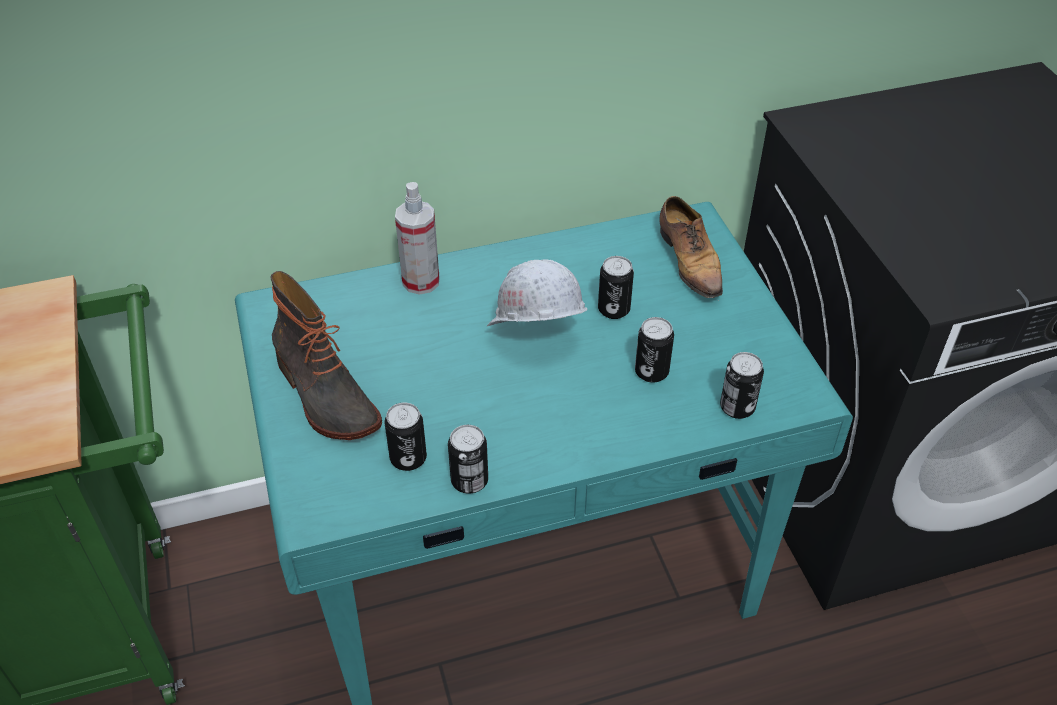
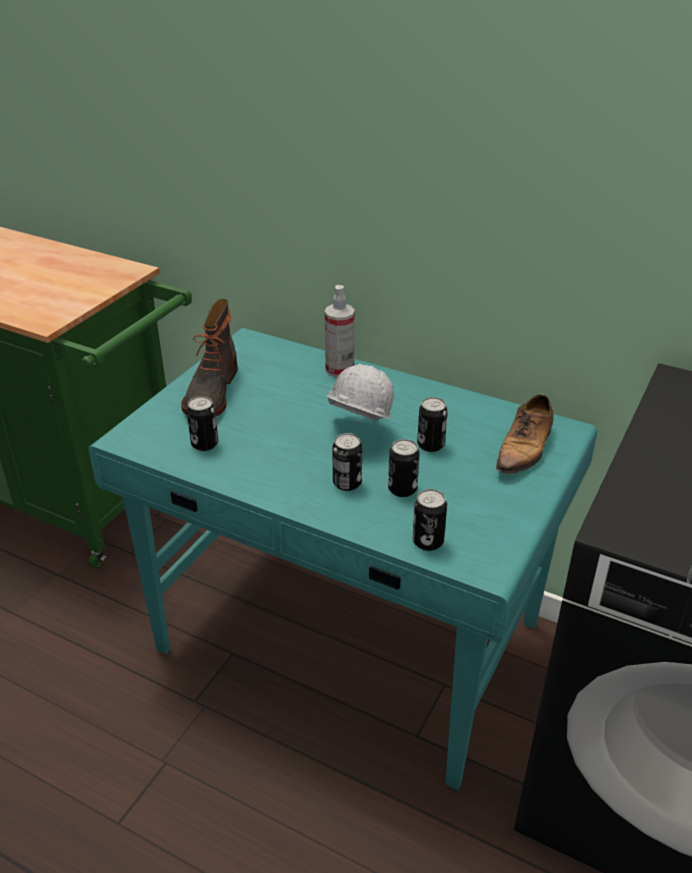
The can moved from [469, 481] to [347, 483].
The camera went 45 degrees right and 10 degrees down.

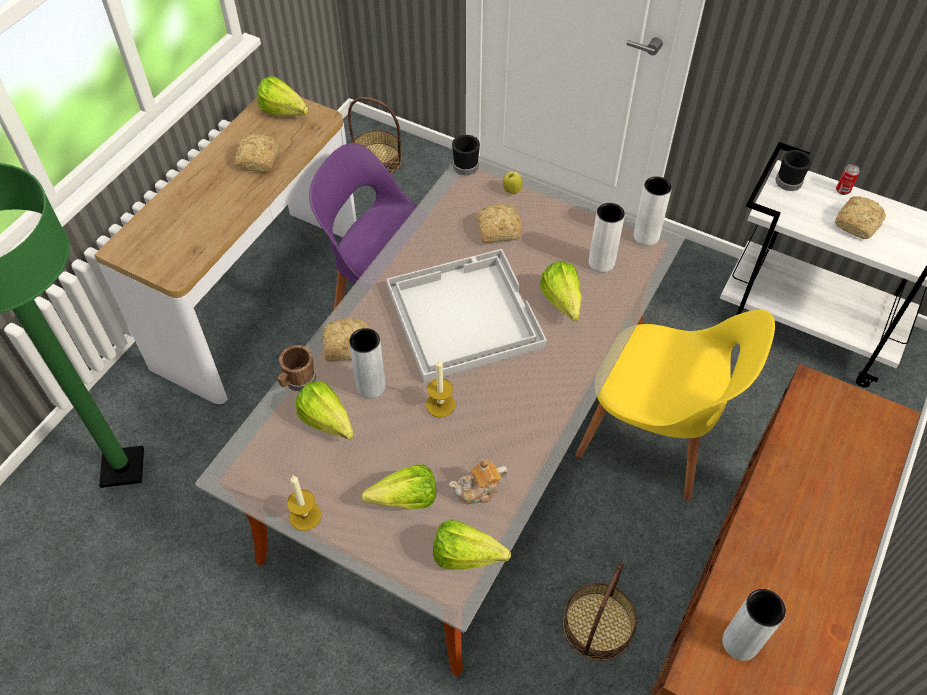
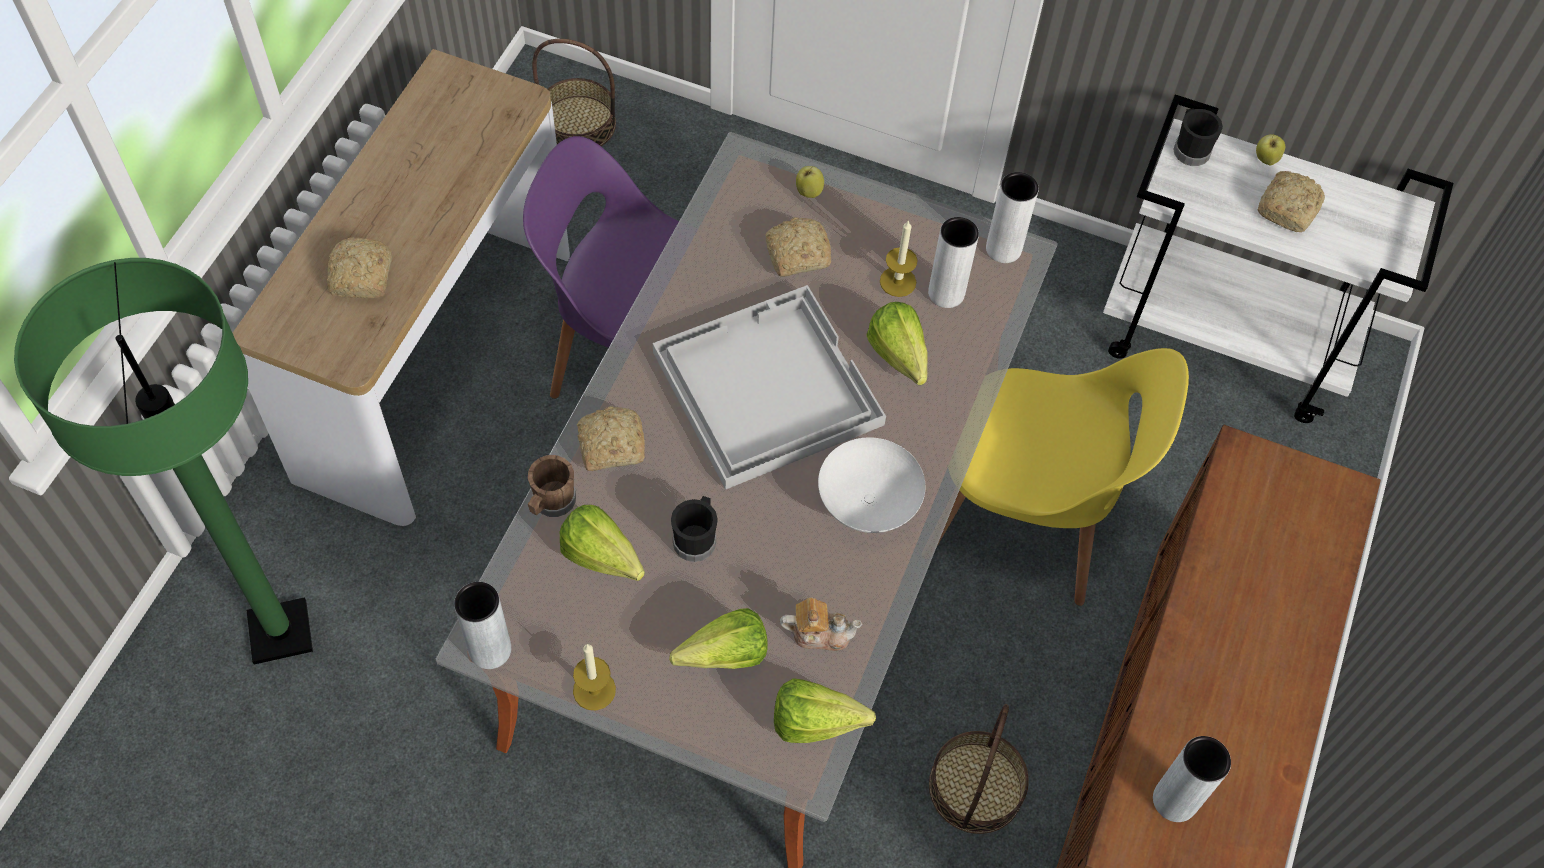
The lettuce at [286, 114] disappeared.
The bread moved from [258, 161] to [360, 278].
The black mug moved from [467, 164] to [696, 538].
The can at [842, 190] was replaced by the apple at [1265, 160].
The grey vase moved from [371, 386] to [490, 650].
The candle moved from [440, 404] to [898, 281].
The teapot at [478, 490] turned 150 degrees counterclockwise.
The white bowl at [868, 504] appeared.
The camera went 10 degrees left and 5 degrees up.

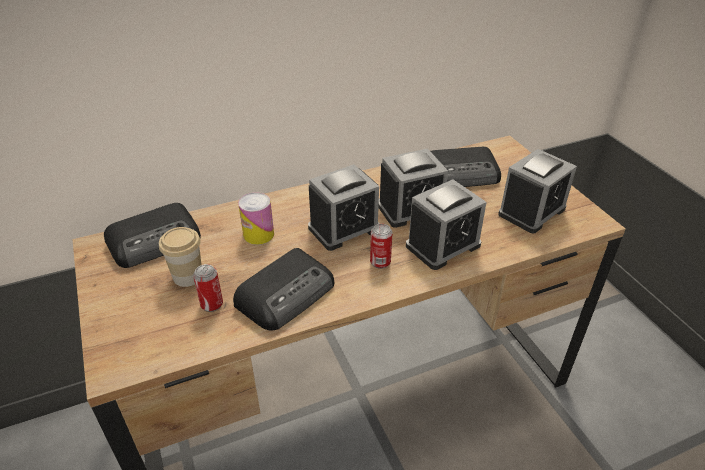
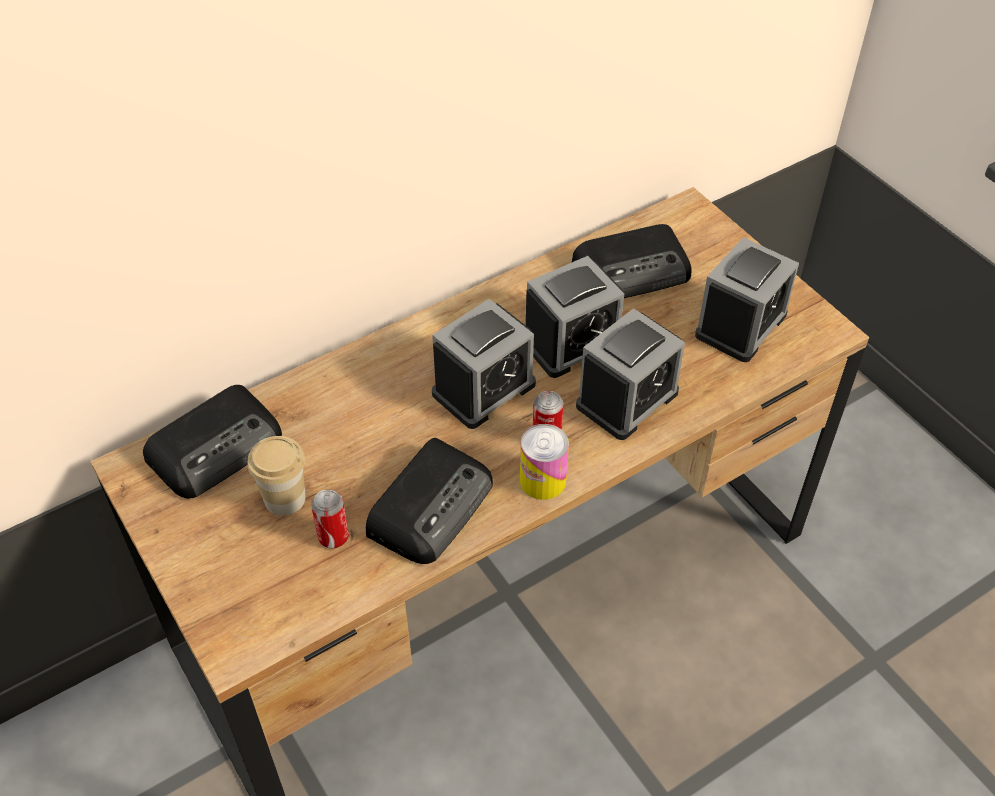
The can moved from [258, 234] to [542, 480].
The camera went 10 degrees left and 10 degrees up.

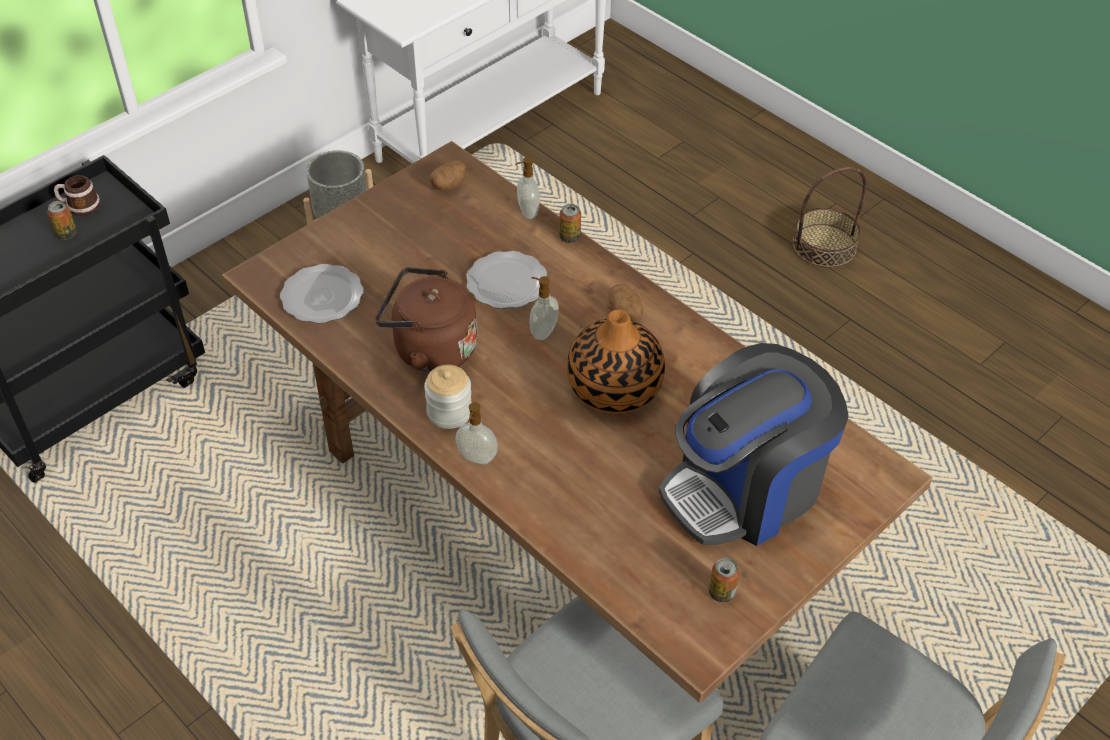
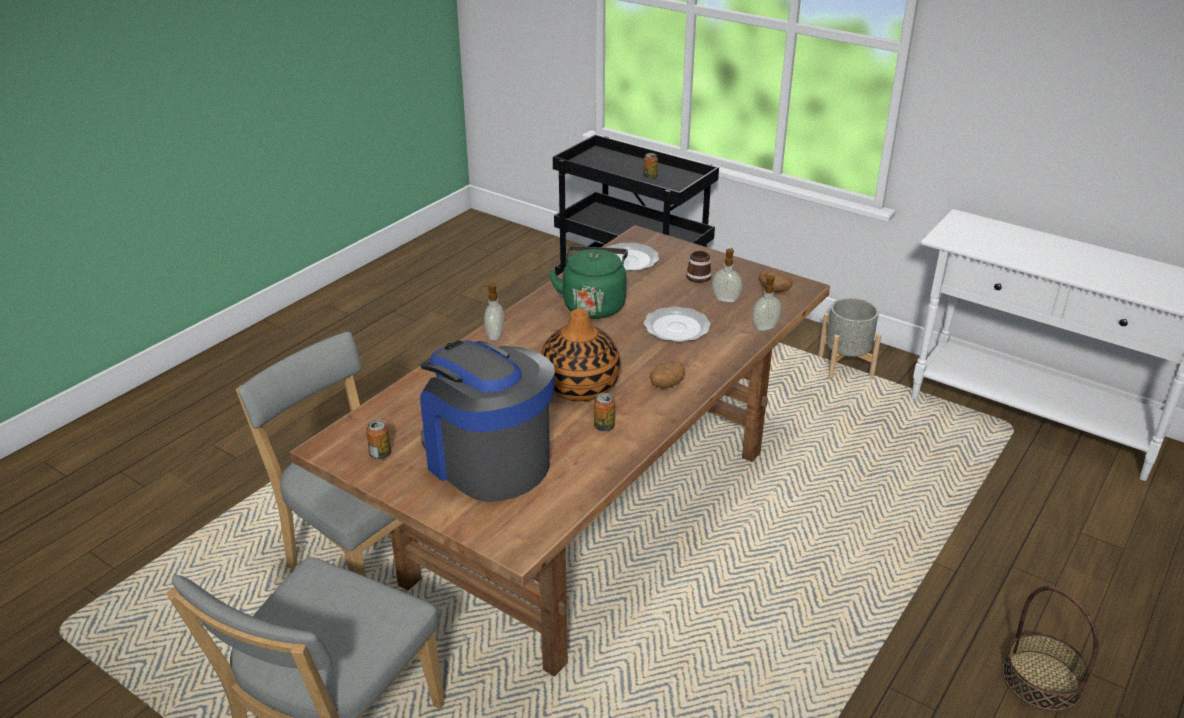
The mug moved from [79, 206] to [697, 275].
The can moved from [569, 237] to [604, 427].
The brown kettle at [430, 349] became the green kettle at [593, 305].
The soap dispenser moved from [543, 331] to [726, 299].
The jar at [449, 412] disappeared.
The camera went 80 degrees right and 15 degrees down.

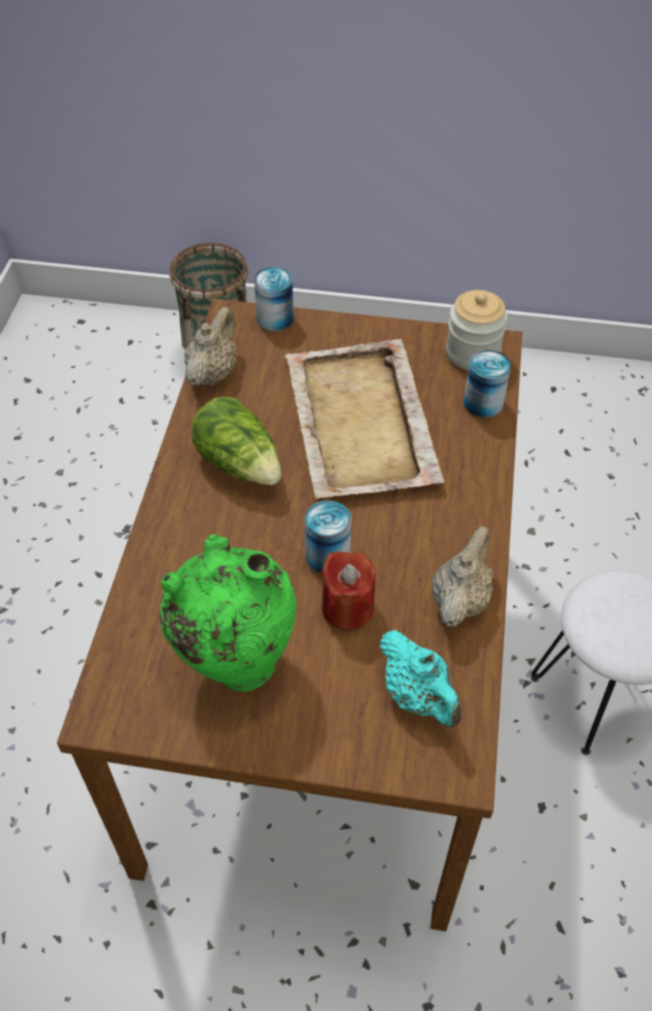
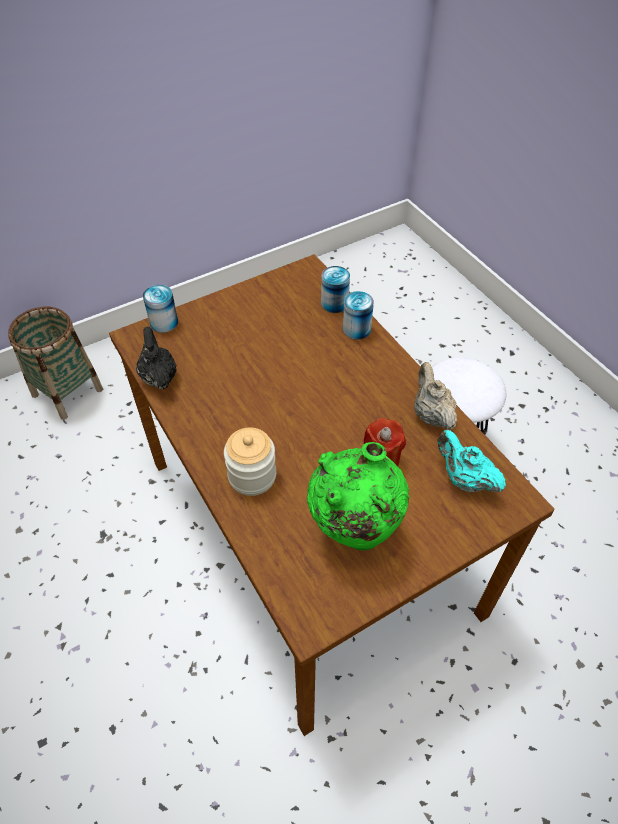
The jar moved from [472, 353] to [252, 476].
The beige teapot at [213, 373] became the black teapot at [159, 377].
The beige tray at [360, 423] disappeared.
The lettuce at [240, 463] disappeared.
The can moved from [327, 555] to [356, 329].
The turquoise teapot at [418, 696] turned 150 degrees counterclockwise.
The camera went 40 degrees left and 0 degrees up.

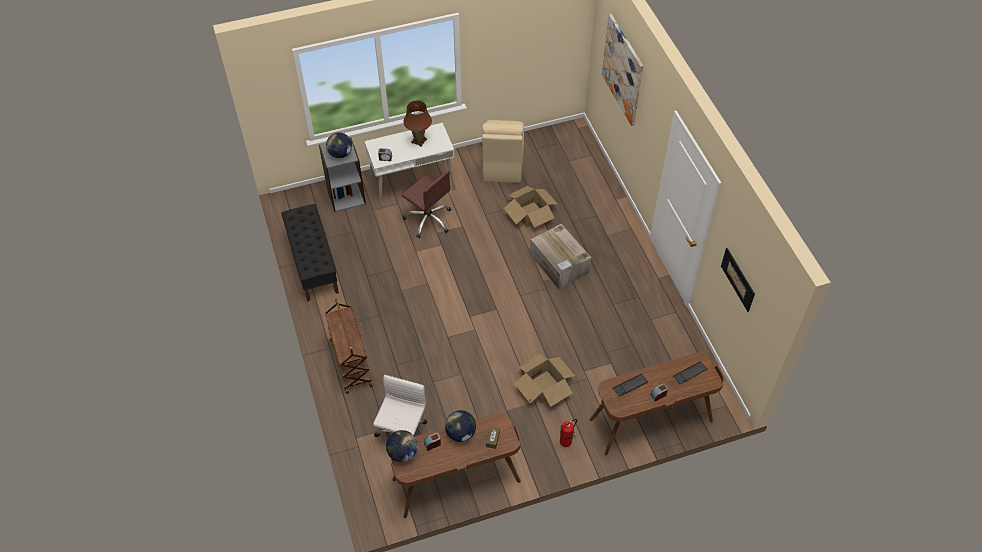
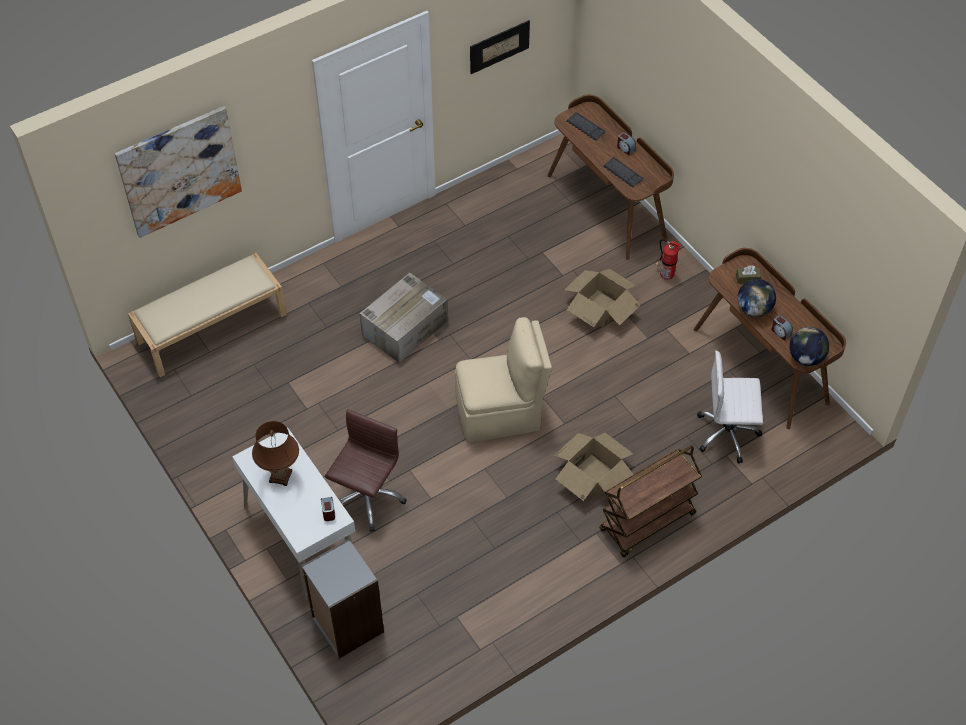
The beige chair moved from [502, 165] to [500, 414].
The globe at [340, 154] disappeared.
The cardboard box moved from [530, 214] to [593, 476].
The black bench at [313, 263] disappeared.
The beige bench at [212, 327] appeared.
The camera went 105 degrees left and 0 degrees up.

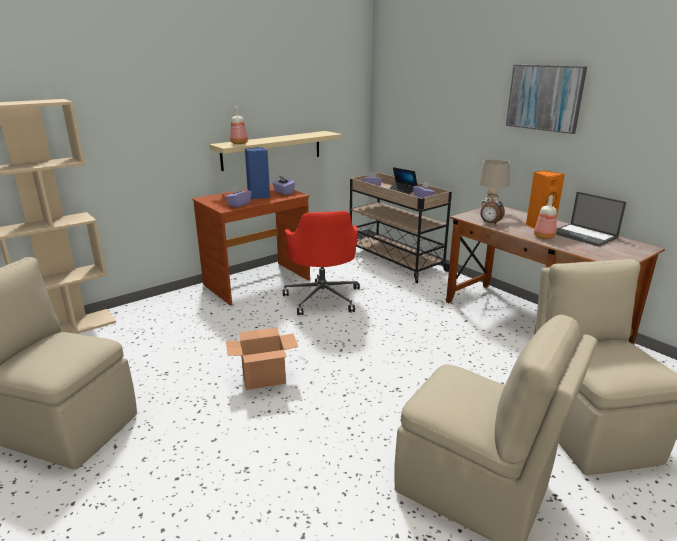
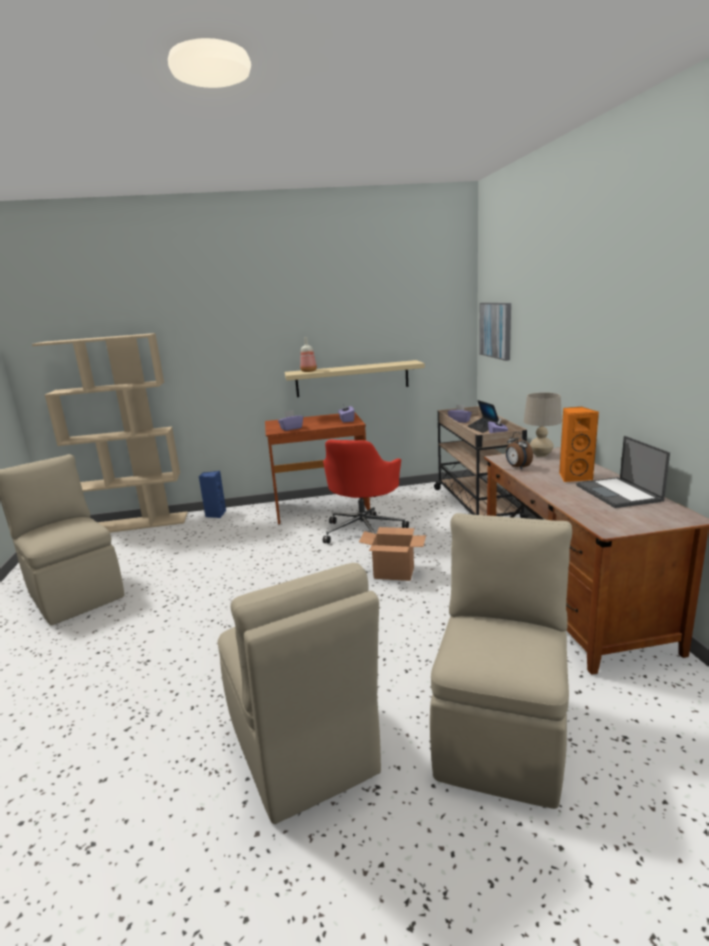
The picture moved from [544, 98] to [496, 330].
The blue speaker moved from [258, 196] to [215, 514].
The bottle at [544, 237] disappeared.
The cardboard box moved from [264, 378] to [394, 573].
The camera went 30 degrees right and 5 degrees down.

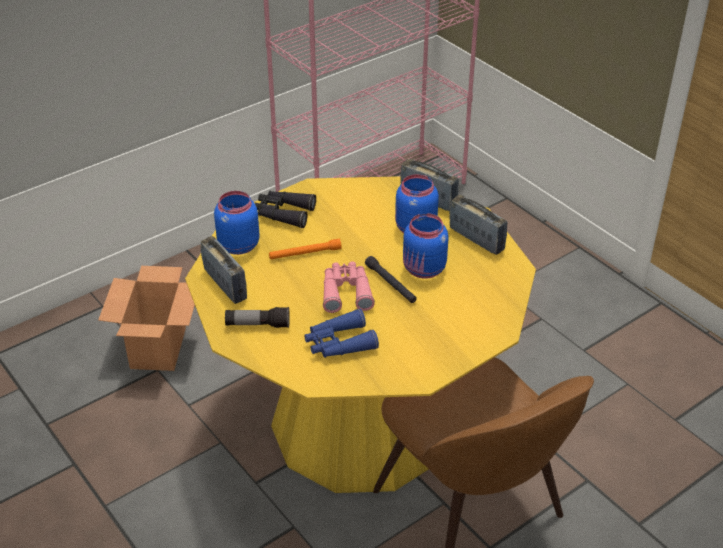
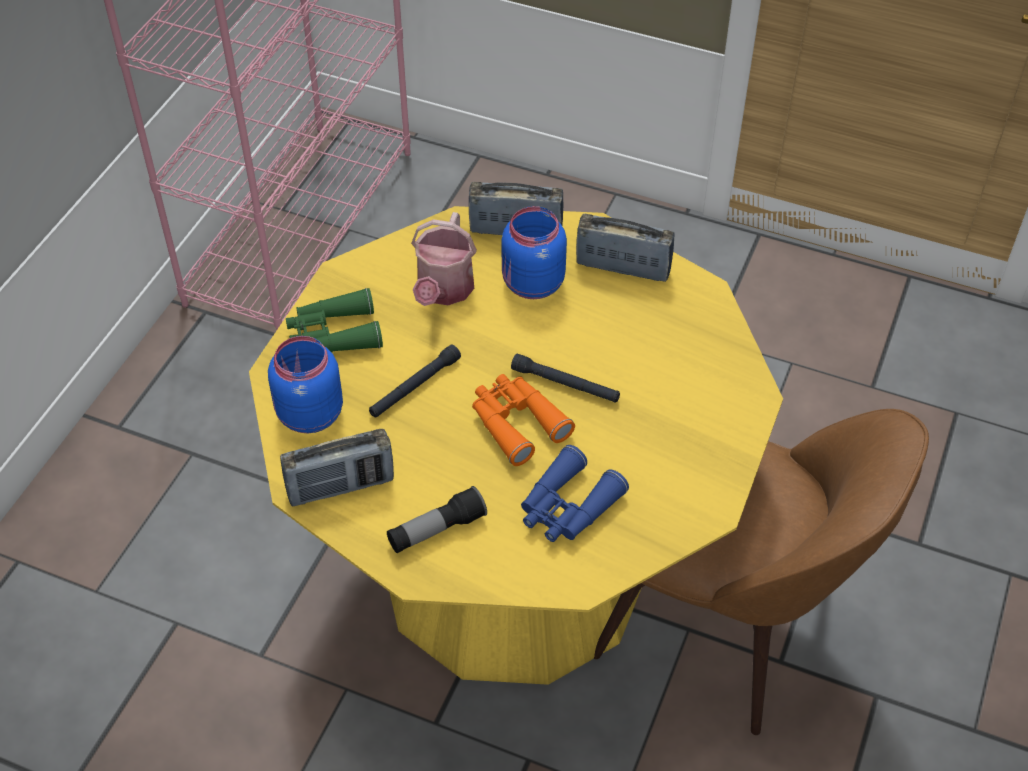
The black binoculars at [283, 213] became the green binoculars at [333, 334].
The blue jar at [424, 270] disappeared.
The radio at [225, 285] turned 135 degrees clockwise.
The orange flashlight at [305, 254] became the black flashlight at [415, 387].
The pink binoculars at [346, 292] became the orange binoculars at [516, 423].
The cardboard box at [158, 347] disappeared.
The watering can at [443, 291] appeared.
The camera went 30 degrees left and 10 degrees up.

